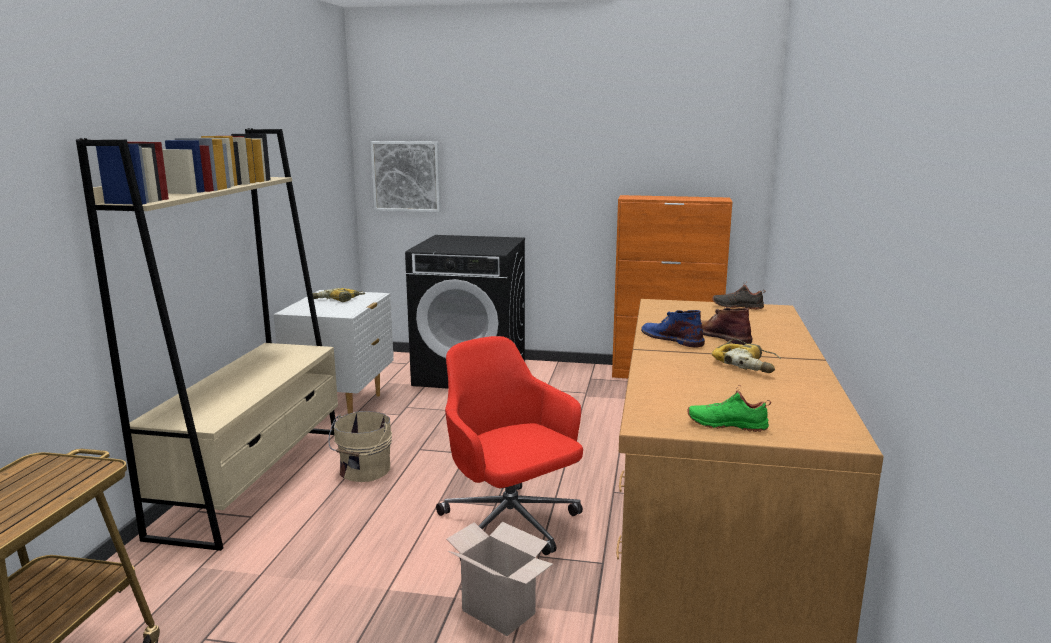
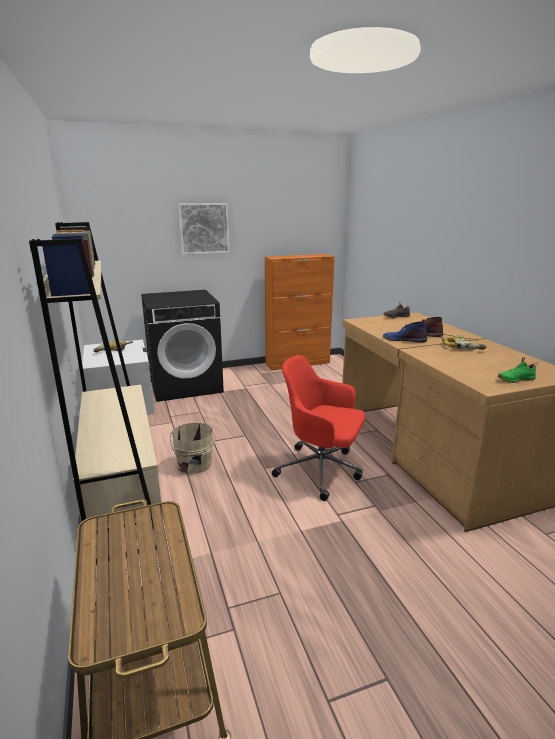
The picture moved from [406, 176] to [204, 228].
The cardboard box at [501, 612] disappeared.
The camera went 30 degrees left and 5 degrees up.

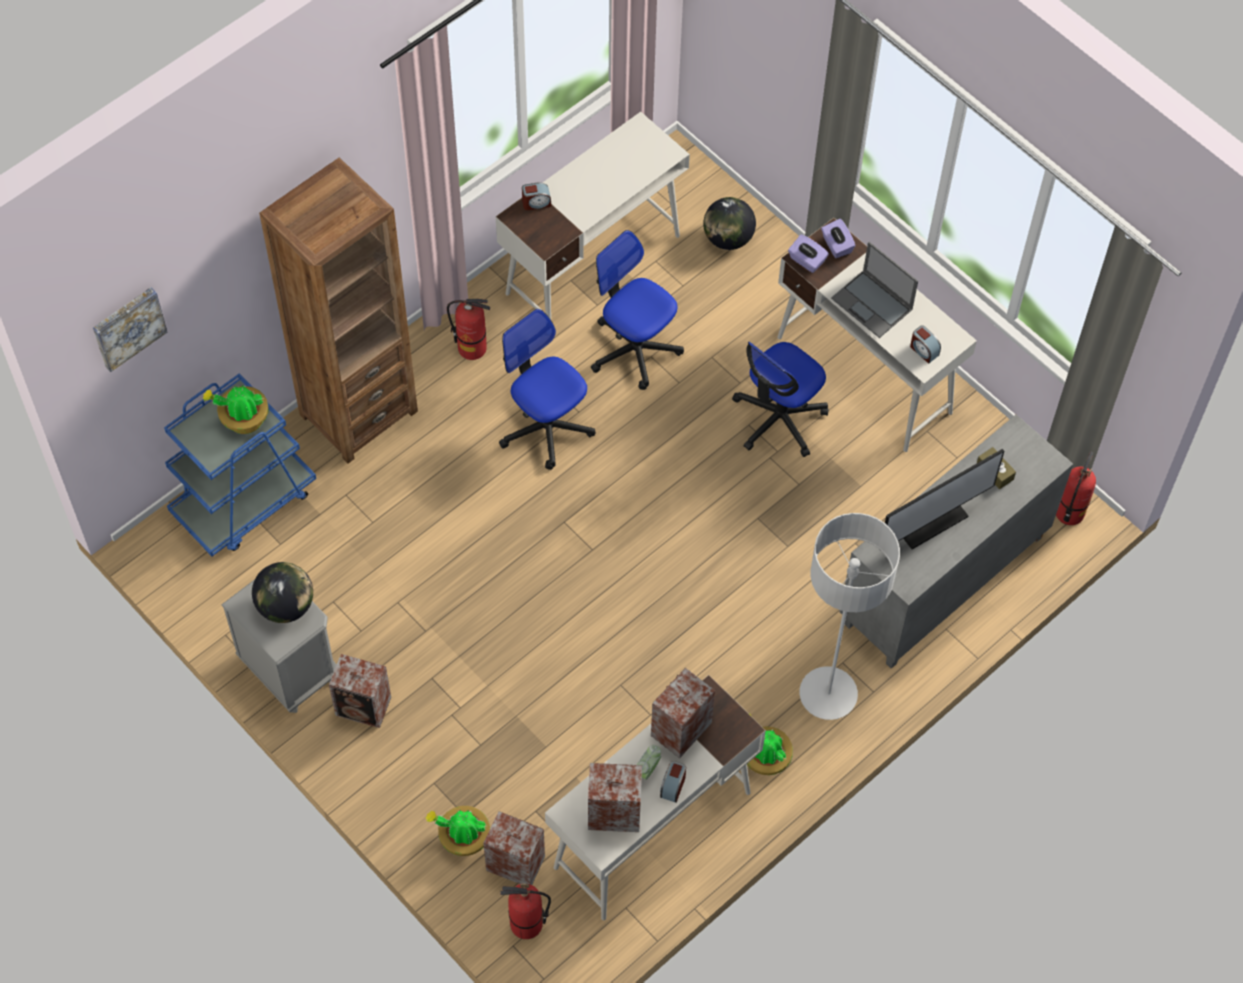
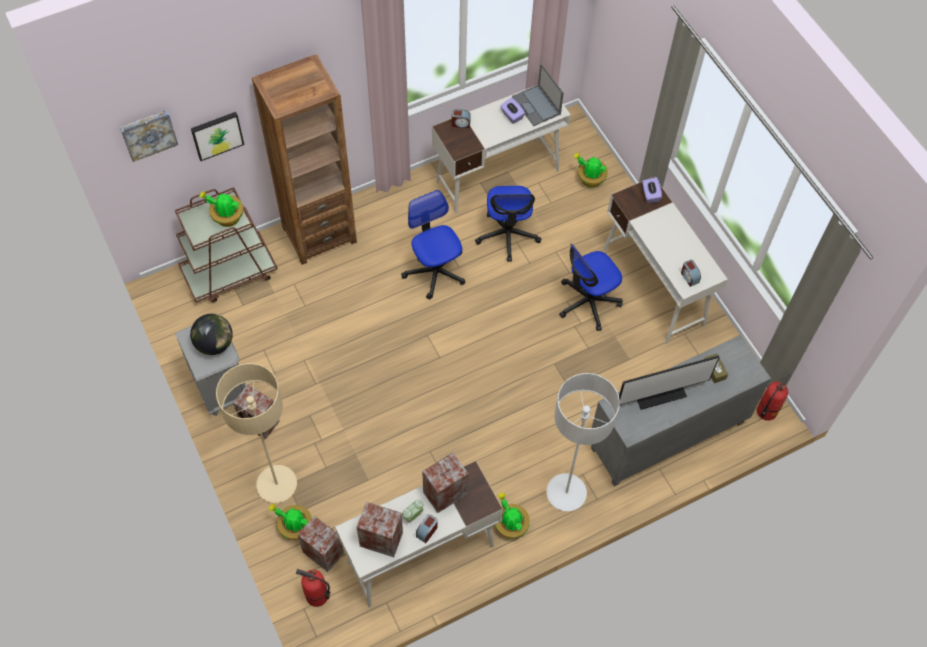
The globe at [728, 238] was replaced by the potted plant at [589, 179].
The office chair at [634, 349] turned 150 degrees counterclockwise.
The purple tissue box moved from [806, 261] to [512, 115].
The laptop moved from [872, 304] to [536, 106].
The fire extinguisher at [472, 348] disappeared.
The blue cart at [245, 501] became the brown cart at [230, 273].
The picture at [217, 135] appeared.
The beige floor lamp at [277, 484] appeared.
The camera went 15 degrees right and 0 degrees up.

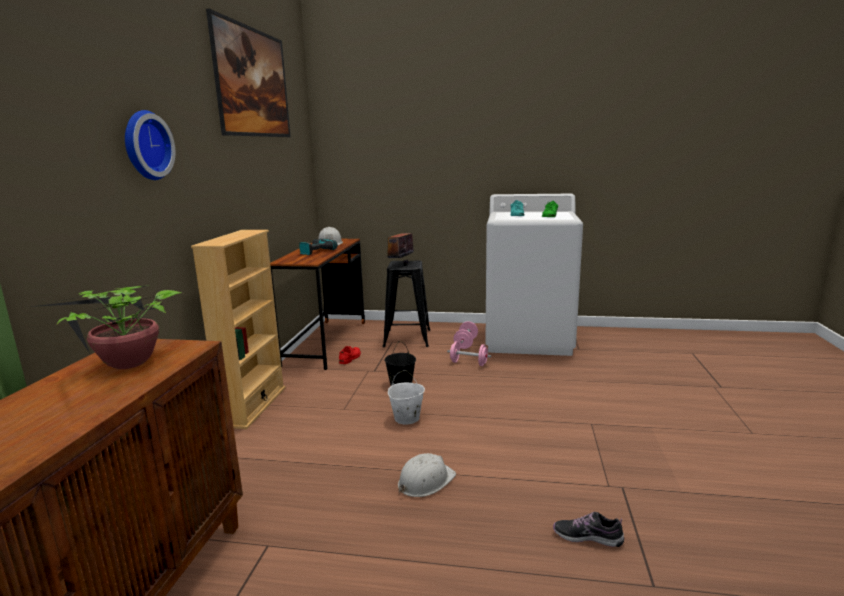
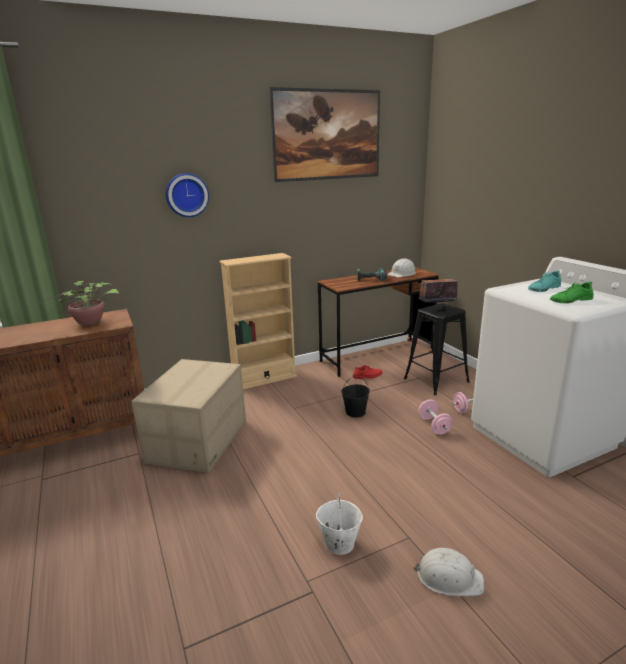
The white bucket moved from [406, 418] to [339, 543].
The white hard hat moved from [425, 481] to [448, 577].
The shoe at [587, 537] disappeared.
The cardboard box at [199, 441] appeared.
The camera went 55 degrees right and 5 degrees up.

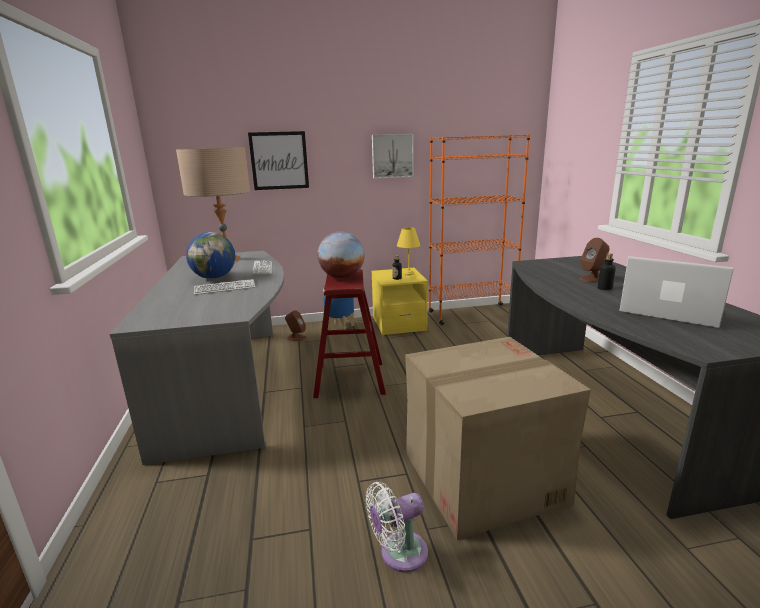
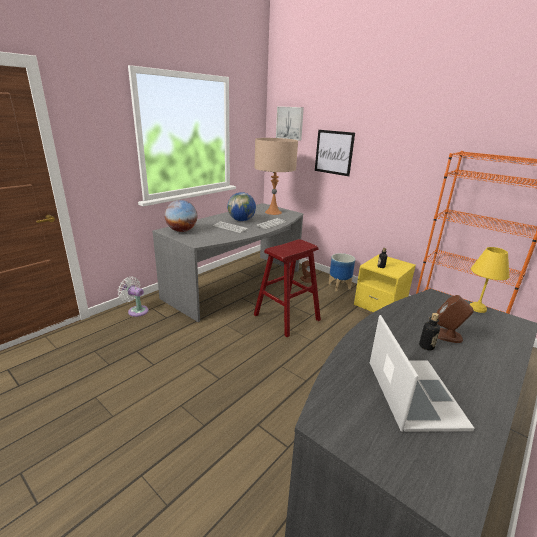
The picture moved from [392, 156] to [290, 123].
The yellow table lamp moved from [408, 273] to [477, 308].
The globe moved from [342, 277] to [182, 231].
The cardboard box at [482, 477] disappeared.
The white fan moved from [399, 554] to [136, 310].
The camera went 50 degrees right and 5 degrees up.

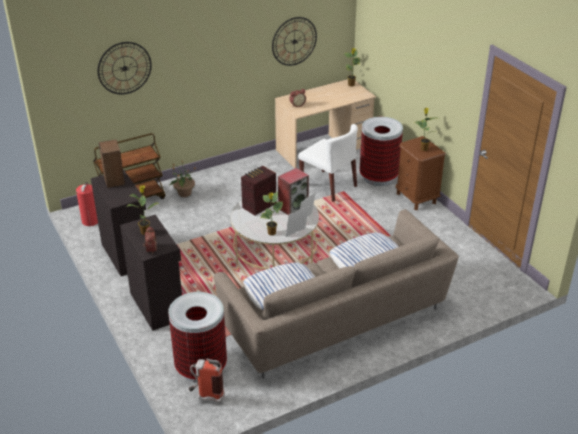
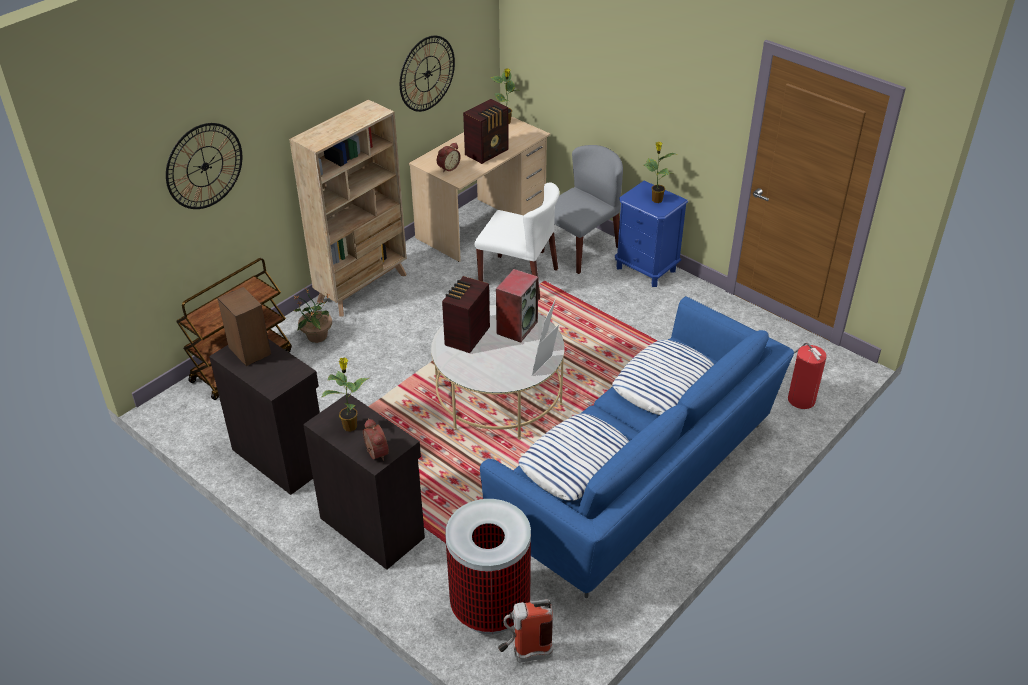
The trash can at [378, 177] was replaced by the grey chair at [580, 249].
The brown nightstand at [416, 198] became the blue nightstand at [646, 269].
The fire extinguisher moved from [91, 220] to [801, 398].
The potted plant at [271, 233] disappeared.
The beige sofa at [336, 321] became the blue sofa at [639, 480].
The beige bookcase at [363, 287] appeared.
The radio at [488, 152] appeared.
The camera went 20 degrees left and 5 degrees up.

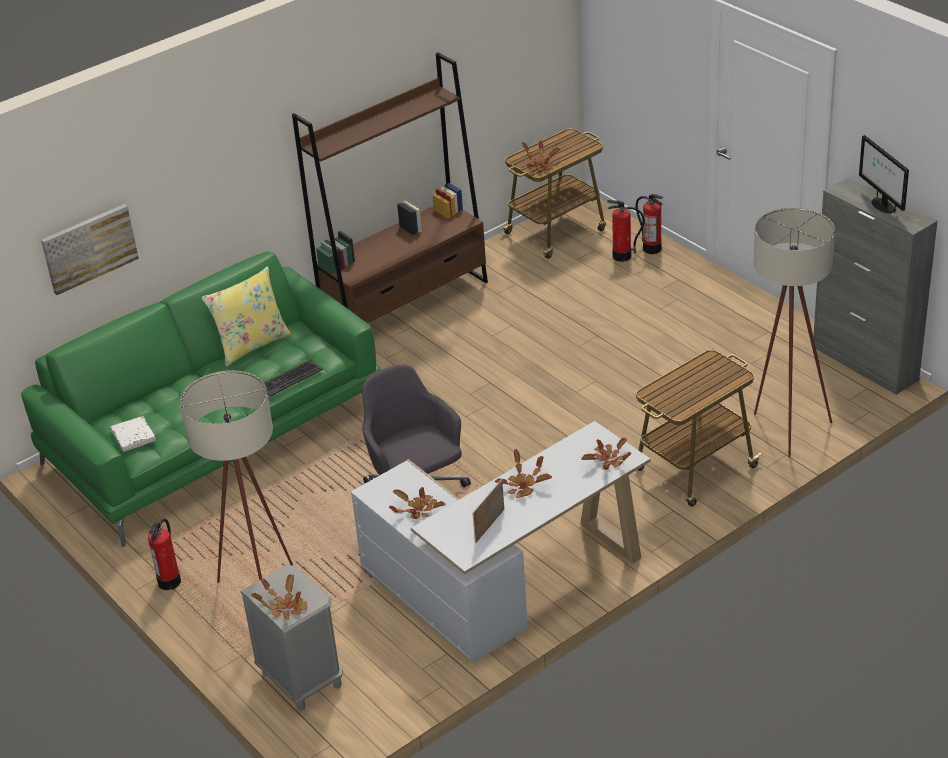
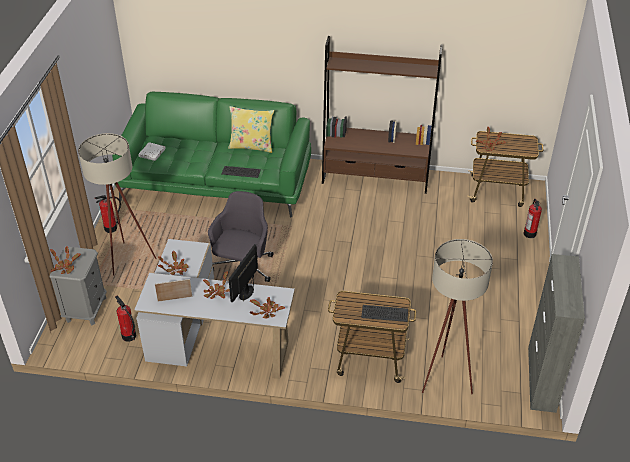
The monitor moved from [882, 205] to [246, 292].
The fire extinguisher moved from [622, 256] to [129, 336].
The picture at [89, 248] disappeared.
The keyboard at [384, 314] appeared.
The camera went 45 degrees right and 5 degrees up.

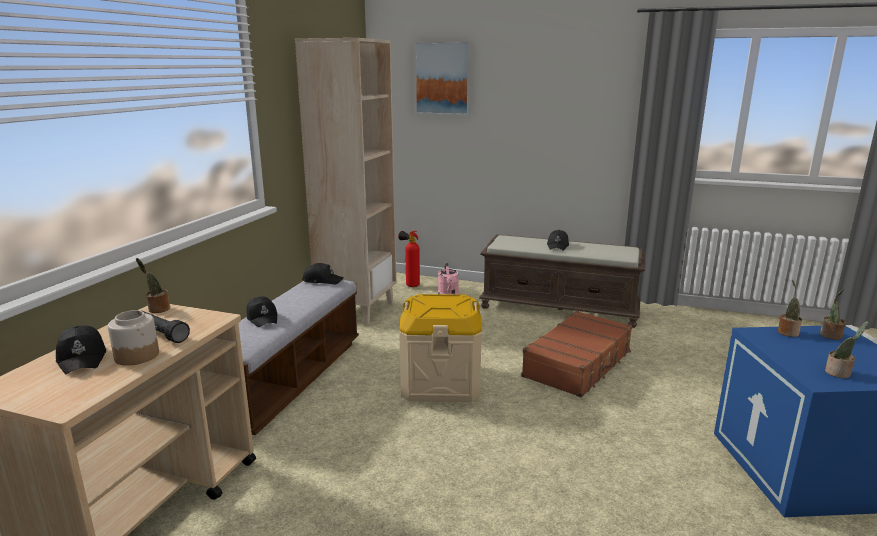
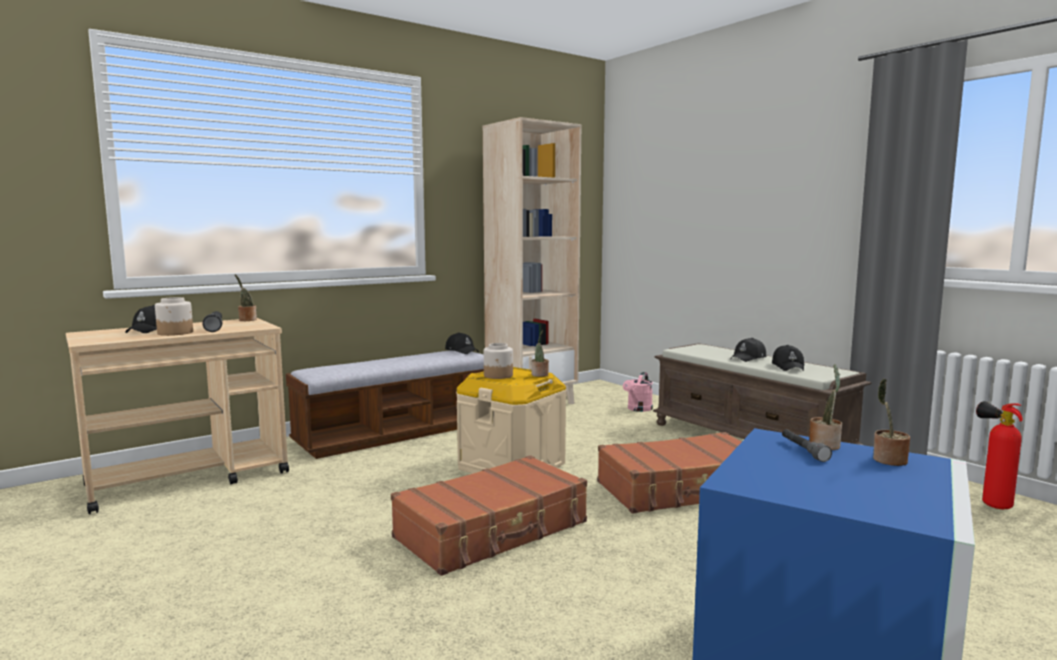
The picture at [442, 78] disappeared.
The fire extinguisher moved from [410, 285] to [991, 504].
The black cap moved from [262, 318] to [788, 366].
The potted plant moved from [839, 373] to [540, 375].
The jar at [498, 376] appeared.
The grey flashlight at [803, 451] appeared.
The brown suitcase at [493, 530] appeared.
The camera went 35 degrees right and 10 degrees down.

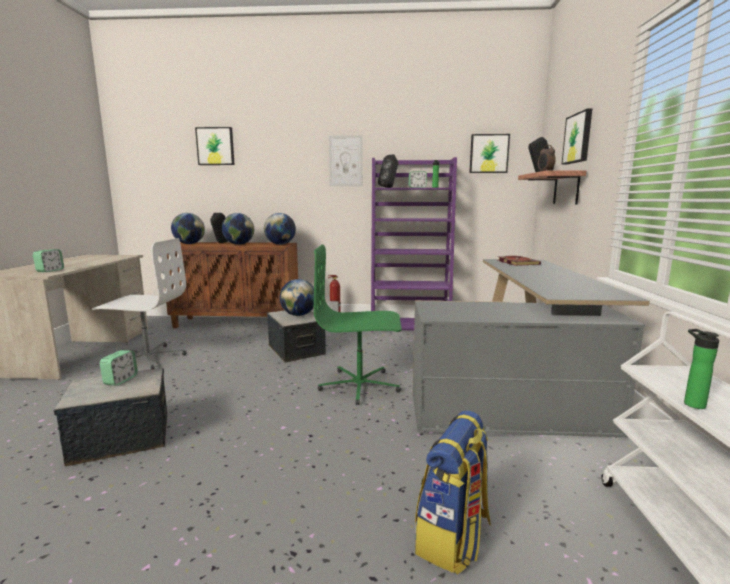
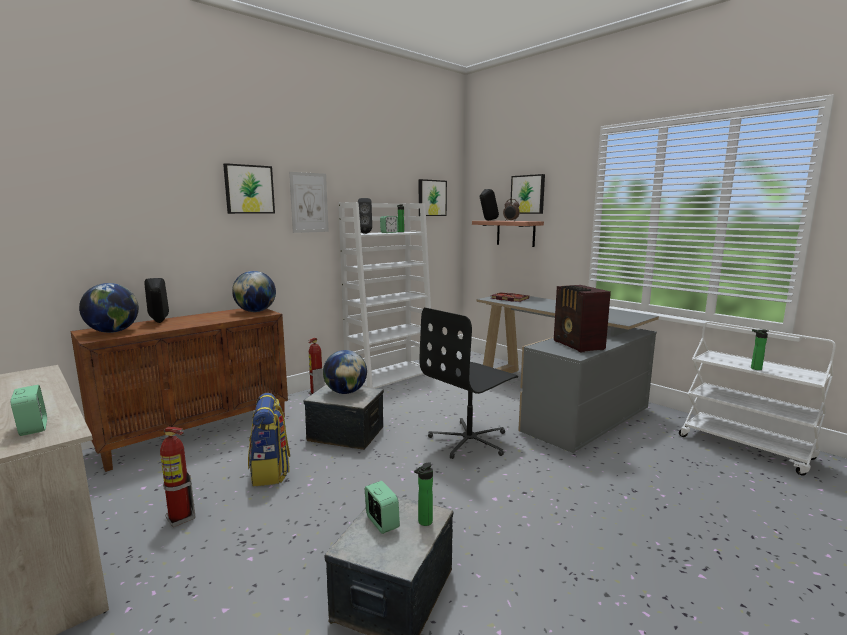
The picture moved from [215, 146] to [249, 189].
The purple bookcase at [410, 325] became the white bookcase at [391, 376].
The globe at [239, 244] disappeared.
The white office chair at [147, 358] was replaced by the fire extinguisher at [180, 518].
The green office chair at [360, 386] became the black office chair at [470, 441].
The backpack moved from [453, 538] to [271, 472].
The radio at [578, 345] appeared.
The bottle at [424, 523] appeared.
The camera went 45 degrees left and 0 degrees up.

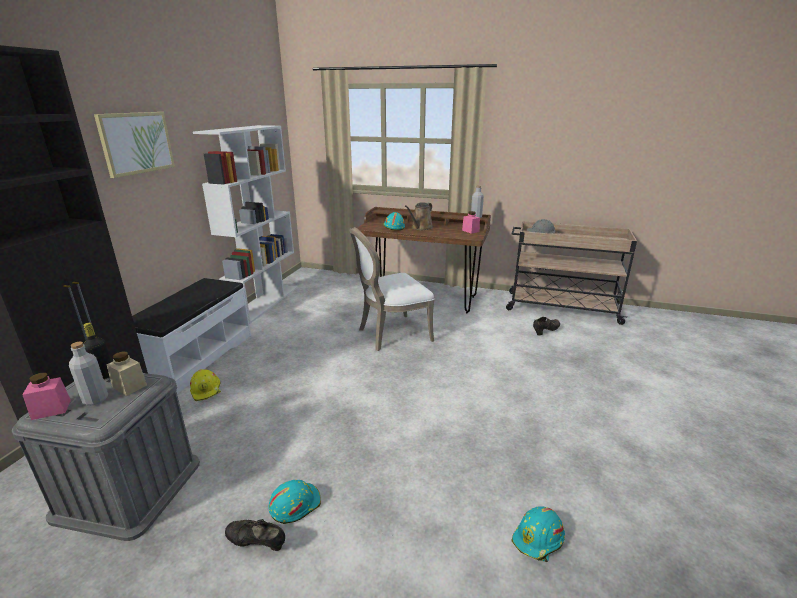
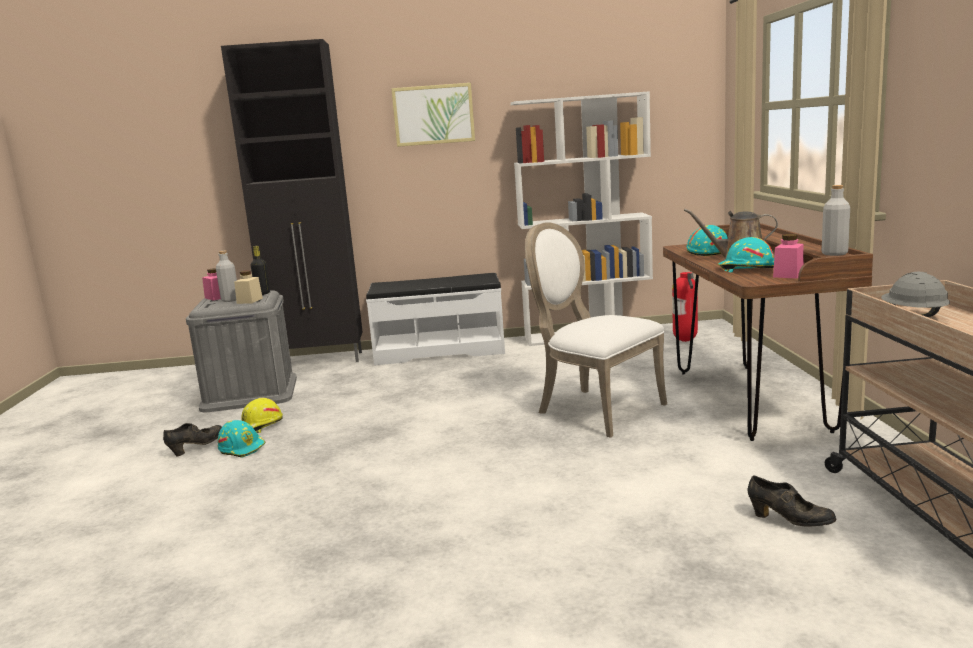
The yellow hard hat moved from [206, 390] to [260, 426].
The turquoise hard hat moved from [538, 540] to [745, 269].
The black shoe at [257, 544] turned 45 degrees clockwise.
The fire extinguisher at [686, 341] appeared.
The camera went 70 degrees right and 10 degrees down.

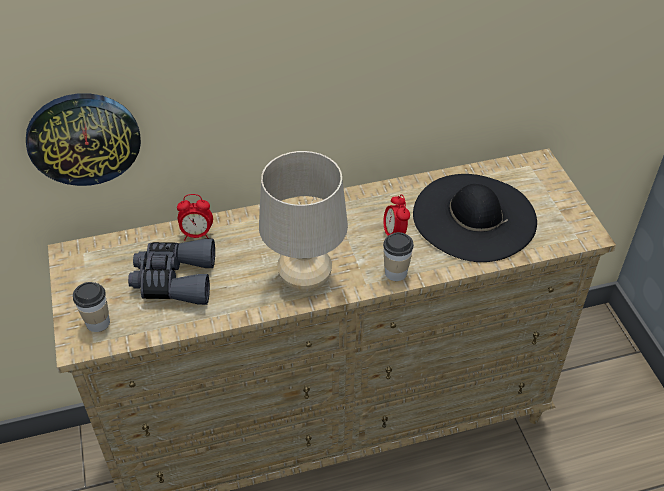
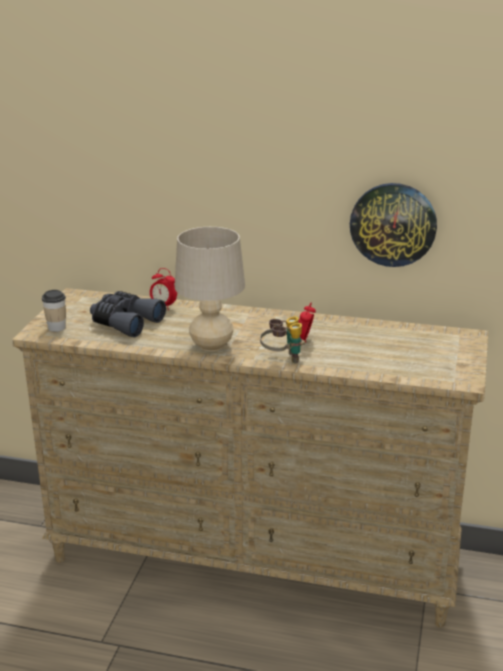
The wall clock moved from [83, 138] to [393, 224].
The black hat at [474, 217] disappeared.
The cup at [396, 272] was replaced by the binoculars at [282, 359].
The camera went 30 degrees right and 20 degrees down.

